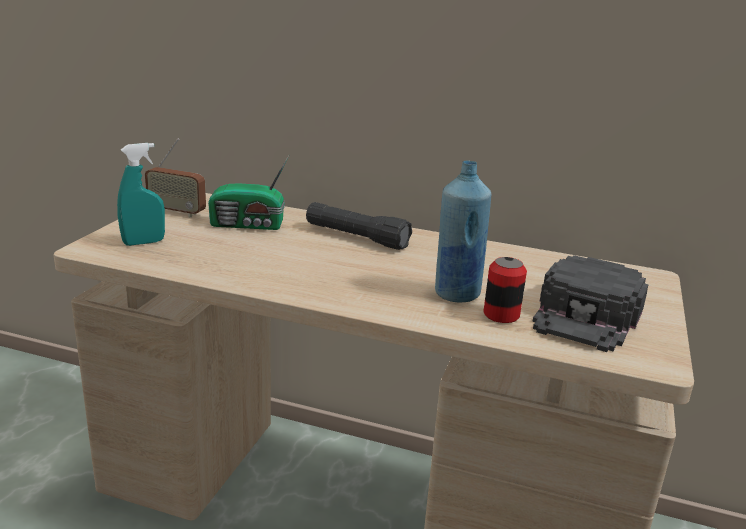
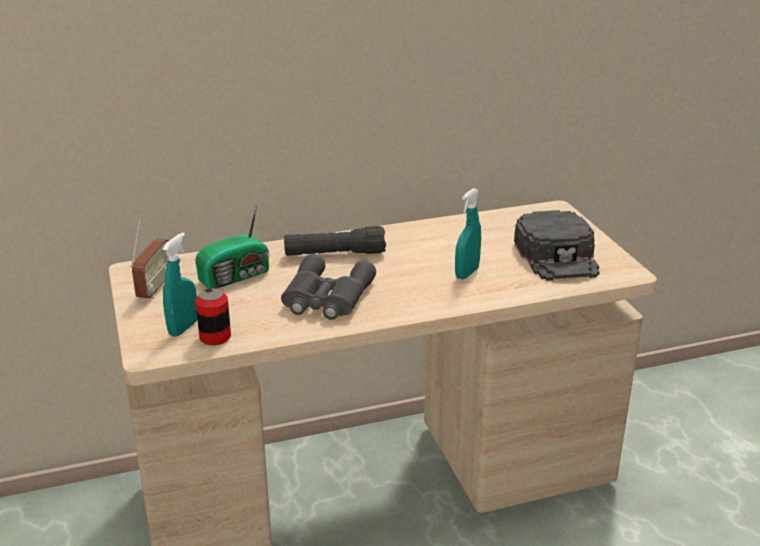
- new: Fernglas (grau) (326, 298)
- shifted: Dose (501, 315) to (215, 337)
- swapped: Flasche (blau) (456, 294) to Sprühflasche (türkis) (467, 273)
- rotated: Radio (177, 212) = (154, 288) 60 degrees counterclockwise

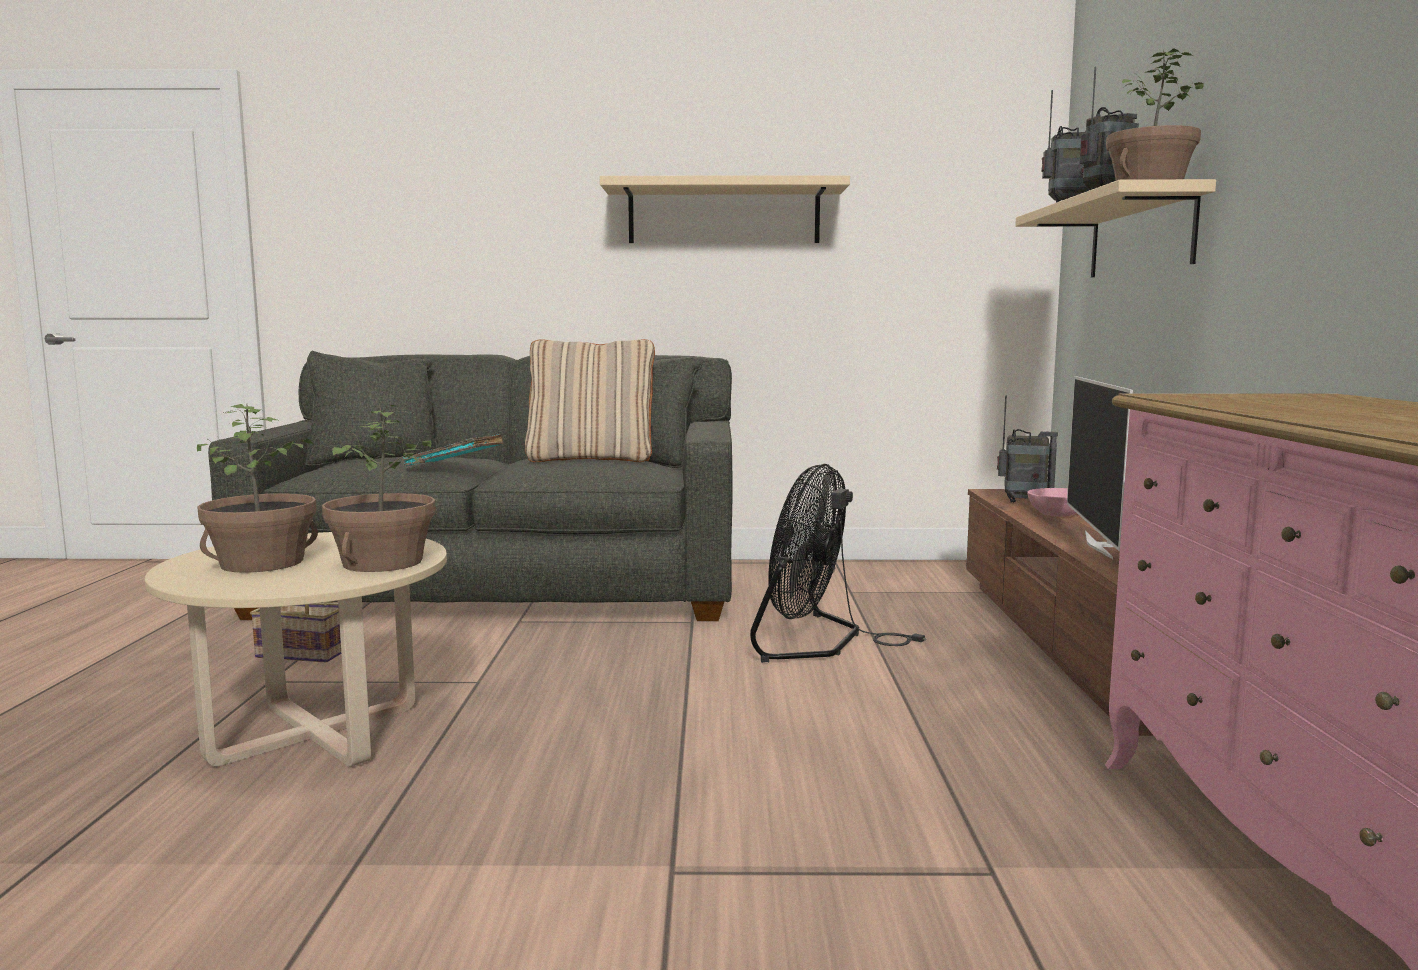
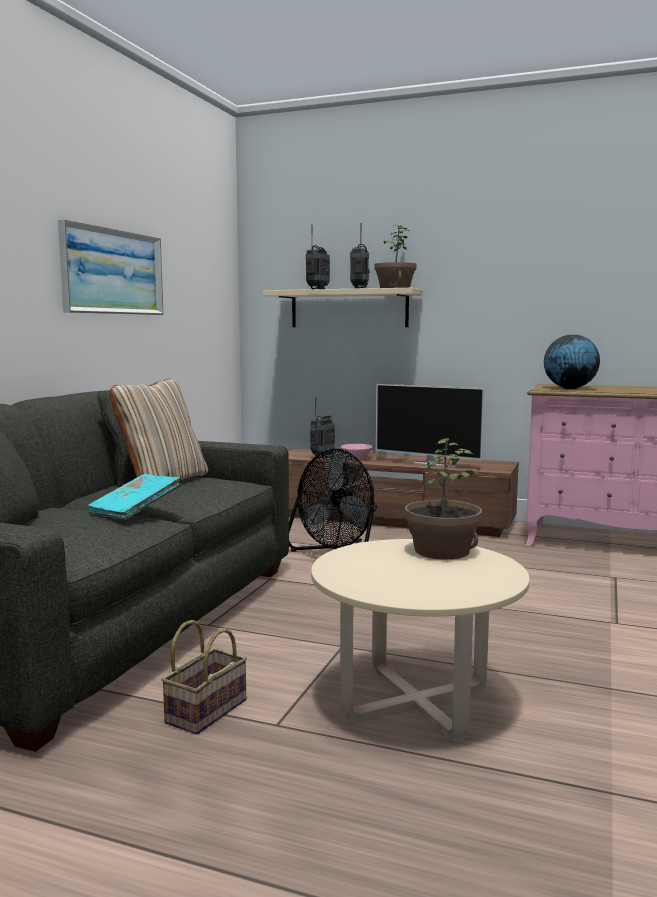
- gone: Topfpflanze (262, 563)
- new: Globus (570, 388)
- swapped: Wandregal (beige) (724, 214) to Bild (113, 272)

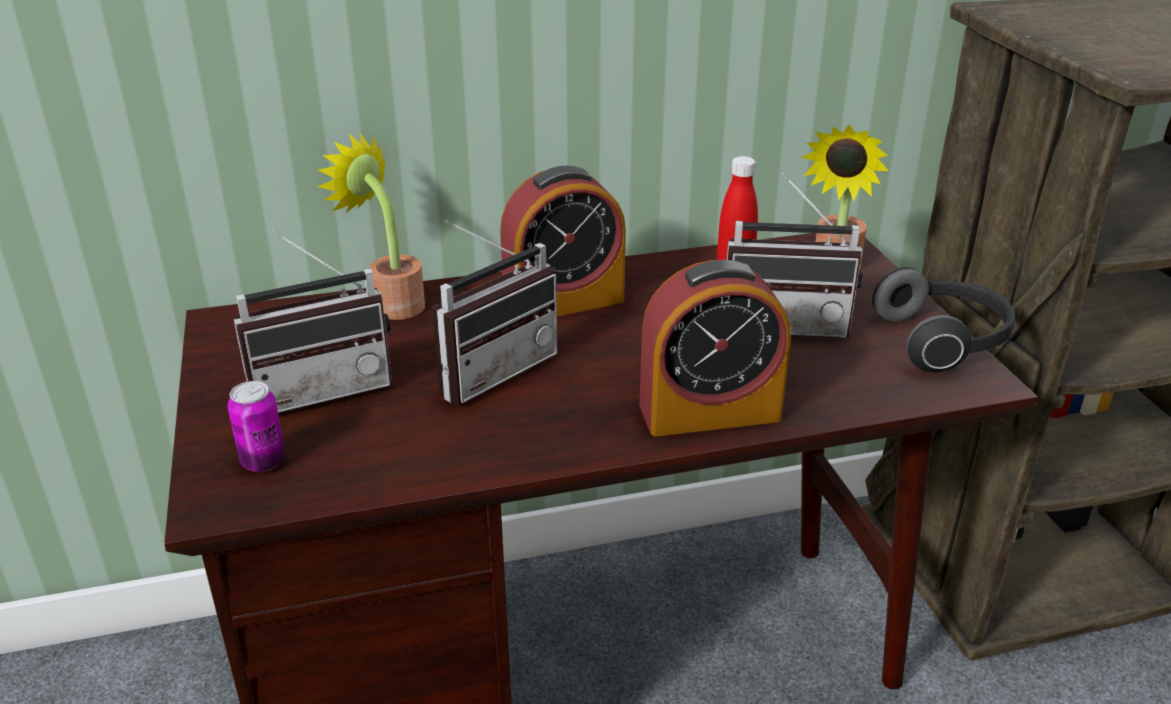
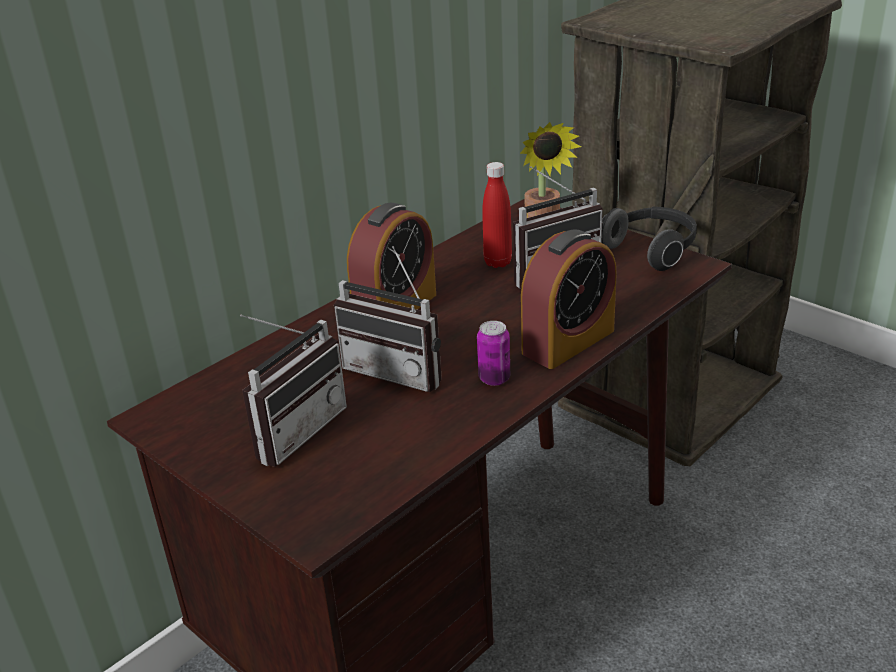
- gone: Topfpflanze (391, 303)
- shifted: Dose (263, 461) to (494, 378)
- rotated: Radio (490, 368) = (399, 370) 105 degrees clockwise

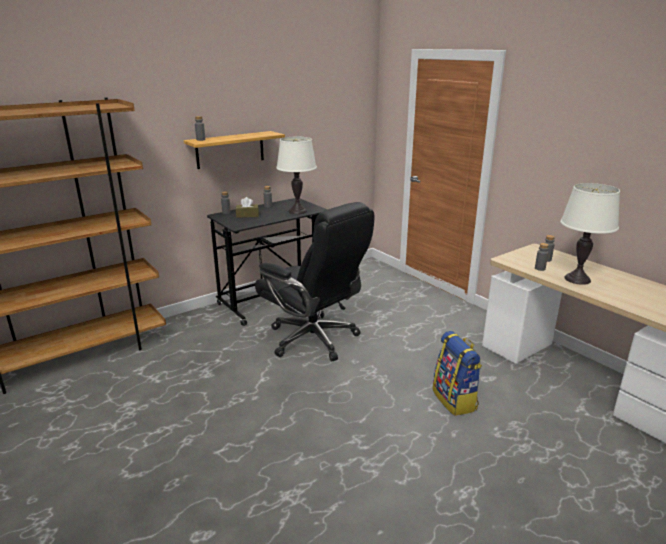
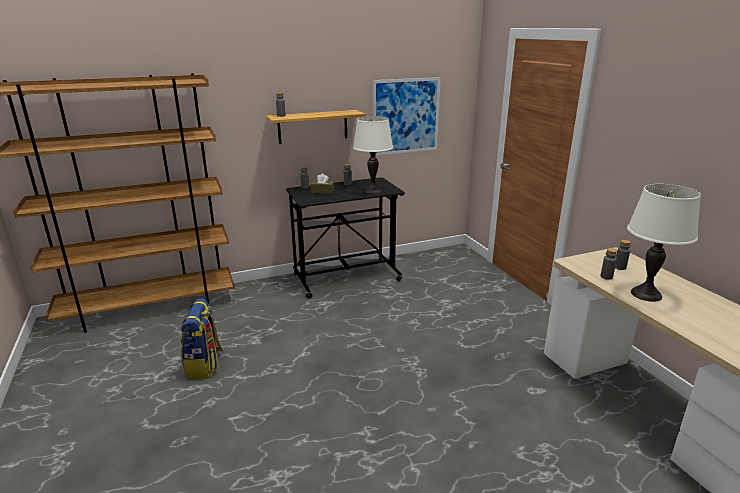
- gone: Bürostuhl (schwarz) (313, 338)
- new: Bild (406, 116)
- shifted: Rucksack (455, 400) to (204, 365)

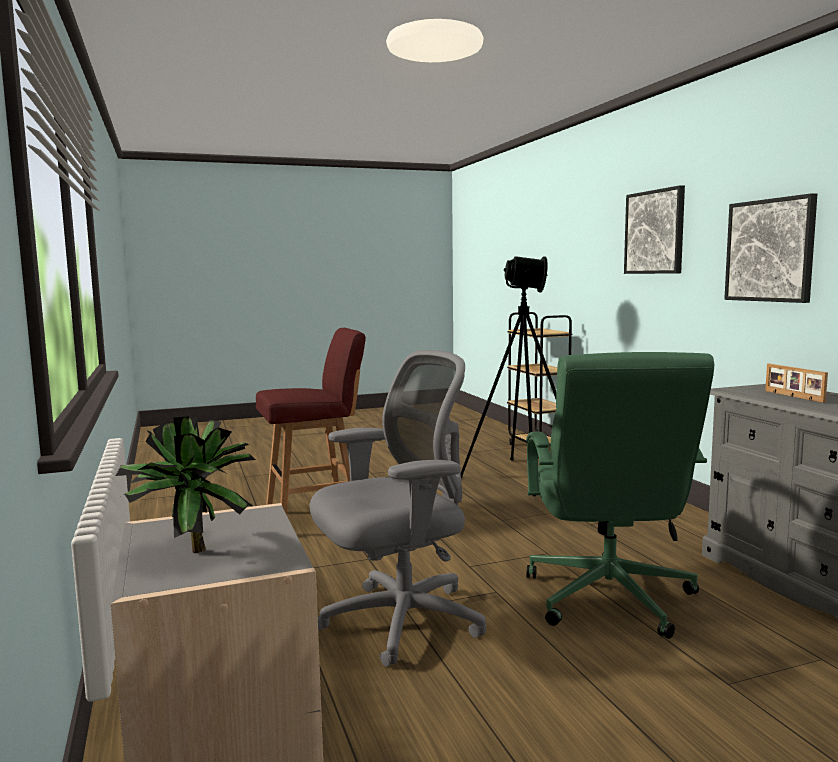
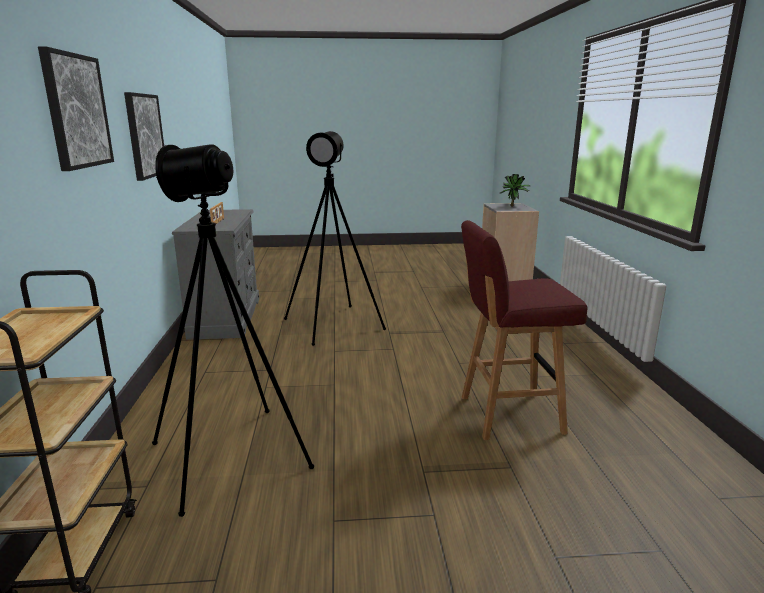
- gone: Bürostuhl (grau) (394, 625)
- swapped: Bürostuhl (grün) (609, 596) to Stehlampe (schwarz) (333, 325)

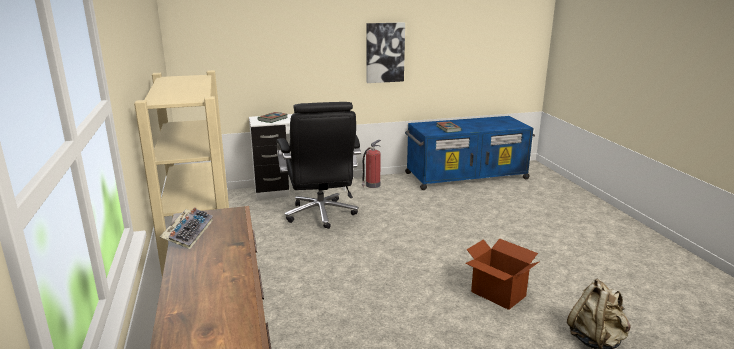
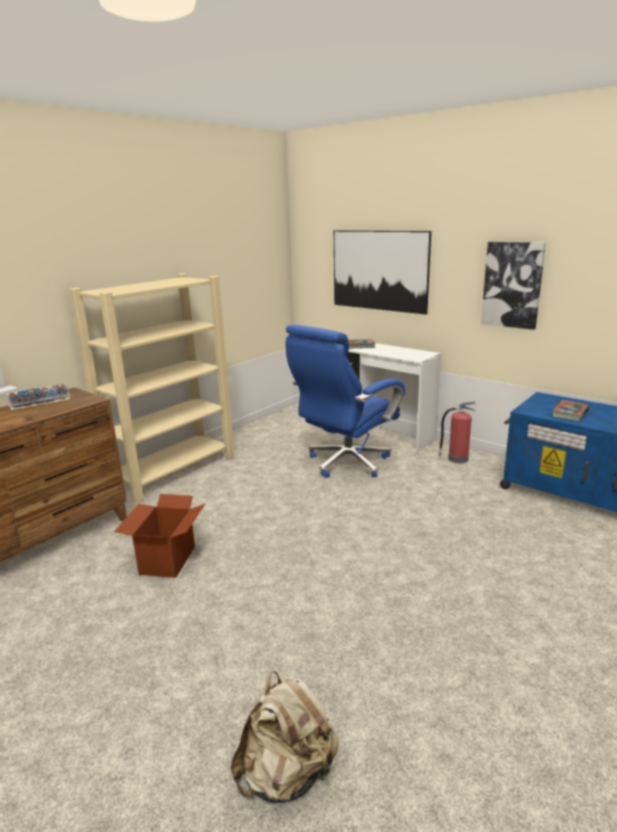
- new: Bild (379, 270)
- shifted: Karton (498, 294) to (167, 560)
- repainted: Bürostuhl (schwarz) (321, 216) to Bürostuhl (blau) (345, 464)

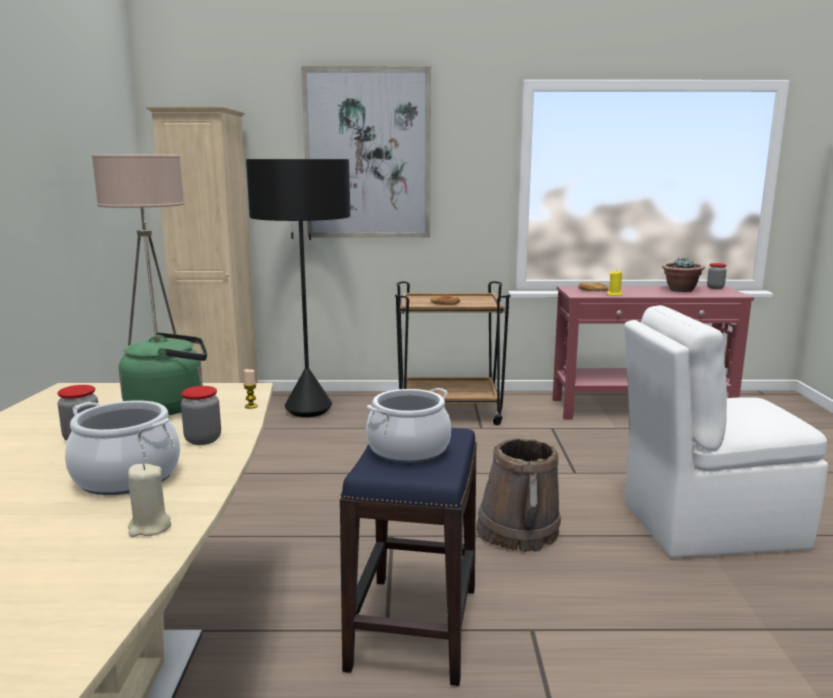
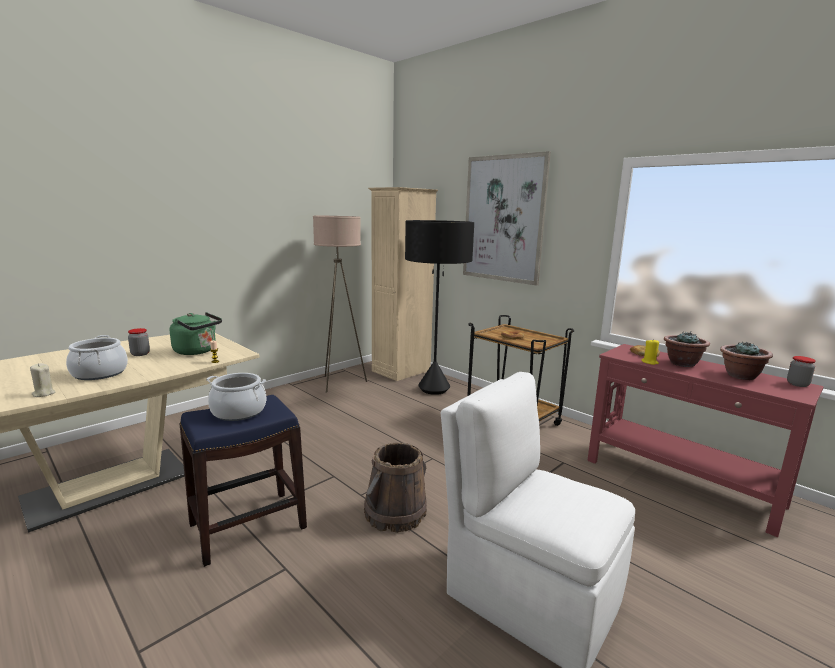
- gone: Vorratsglas (203, 440)
- new: Topfpflanze (682, 363)

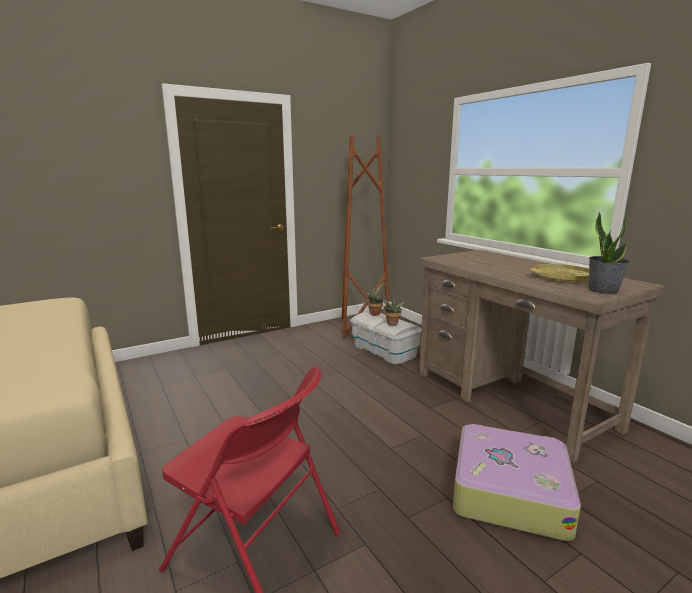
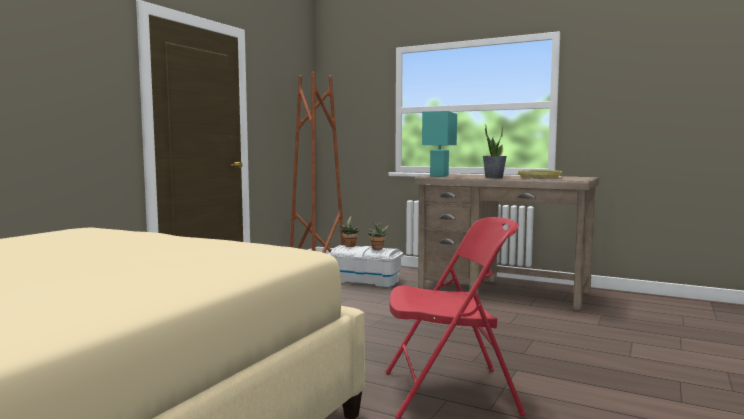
- gone: Koffer (508, 491)
- new: Tischlampe (türkis) (439, 176)
- shifted: Topfpflanze (603, 291) to (493, 177)

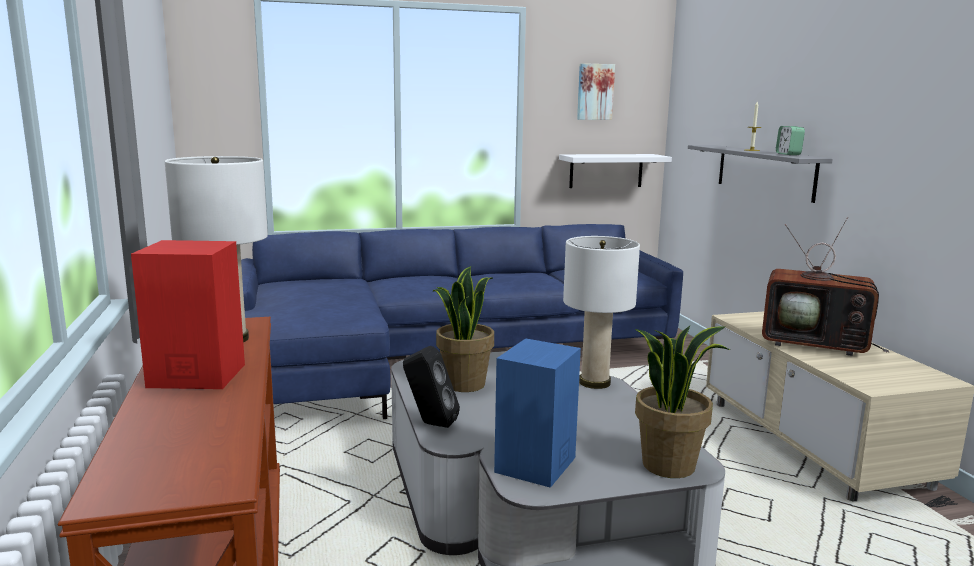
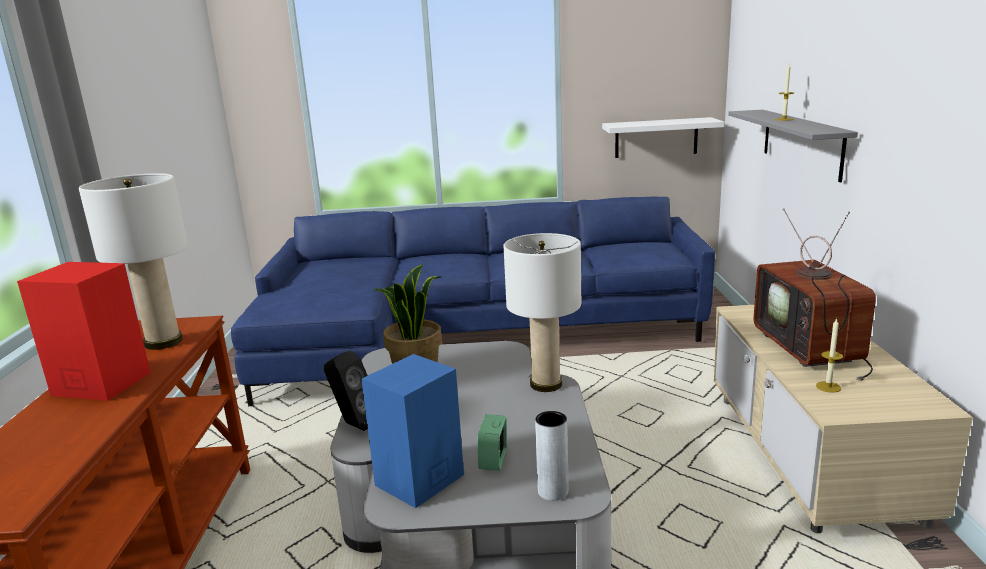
- gone: Bild (594, 92)
- new: Kerze (828, 387)
- shifted: Wecker (788, 154) to (493, 460)
- swapped: Topfpflanze (669, 465) to Vase (grau) (553, 491)
- rotated: Fernseher (817, 344) = (812, 349) 45 degrees clockwise

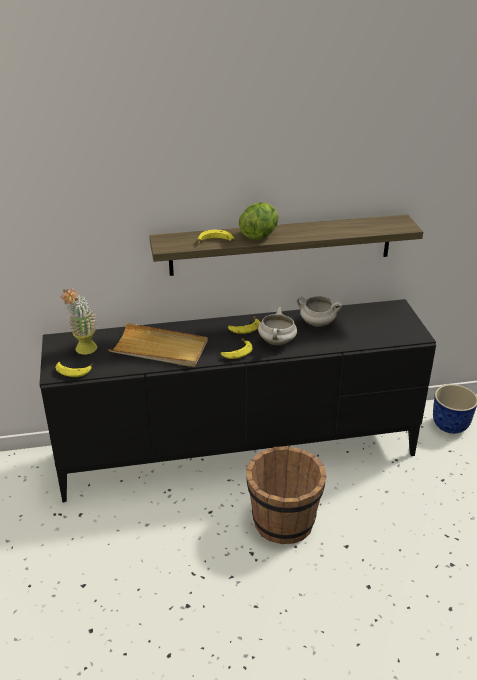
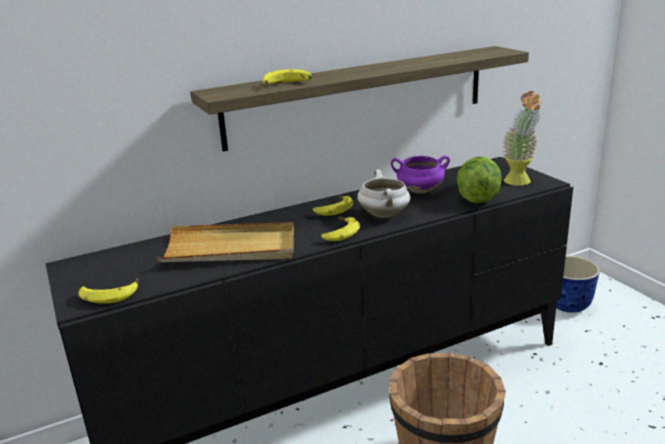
- shifted: Topfpflanze (84, 351) to (519, 183)
- shifted: Salatkopf (259, 235) to (478, 198)
- repainted: Kochtopf (weiß) (316, 323) to Kochtopf (lila) (419, 191)

